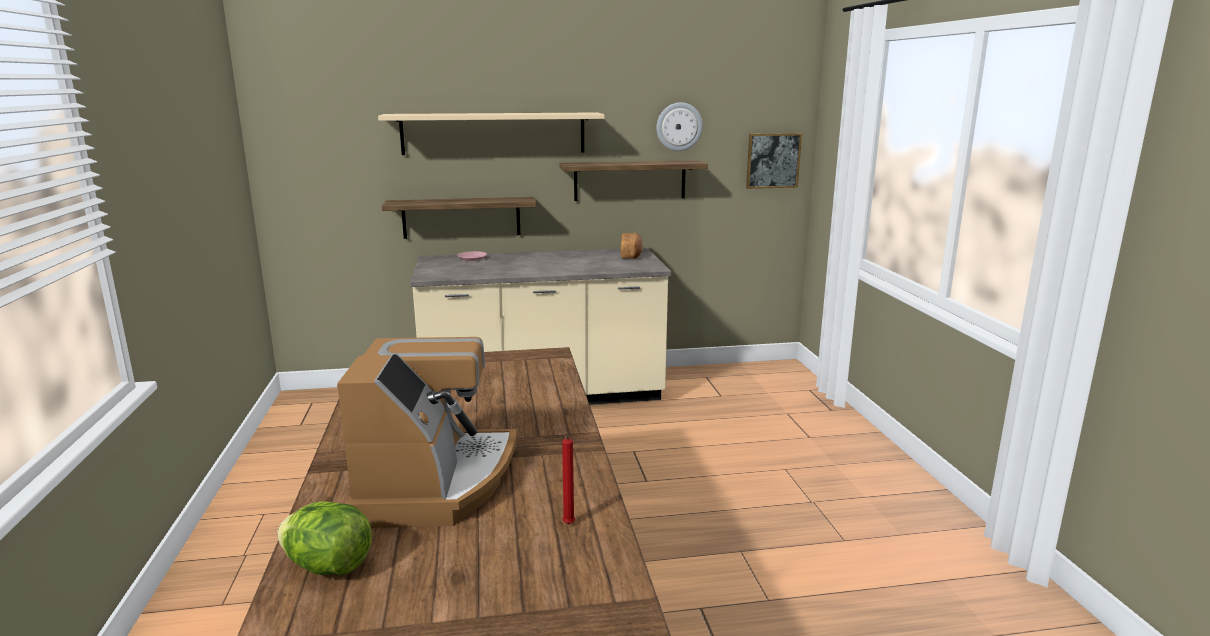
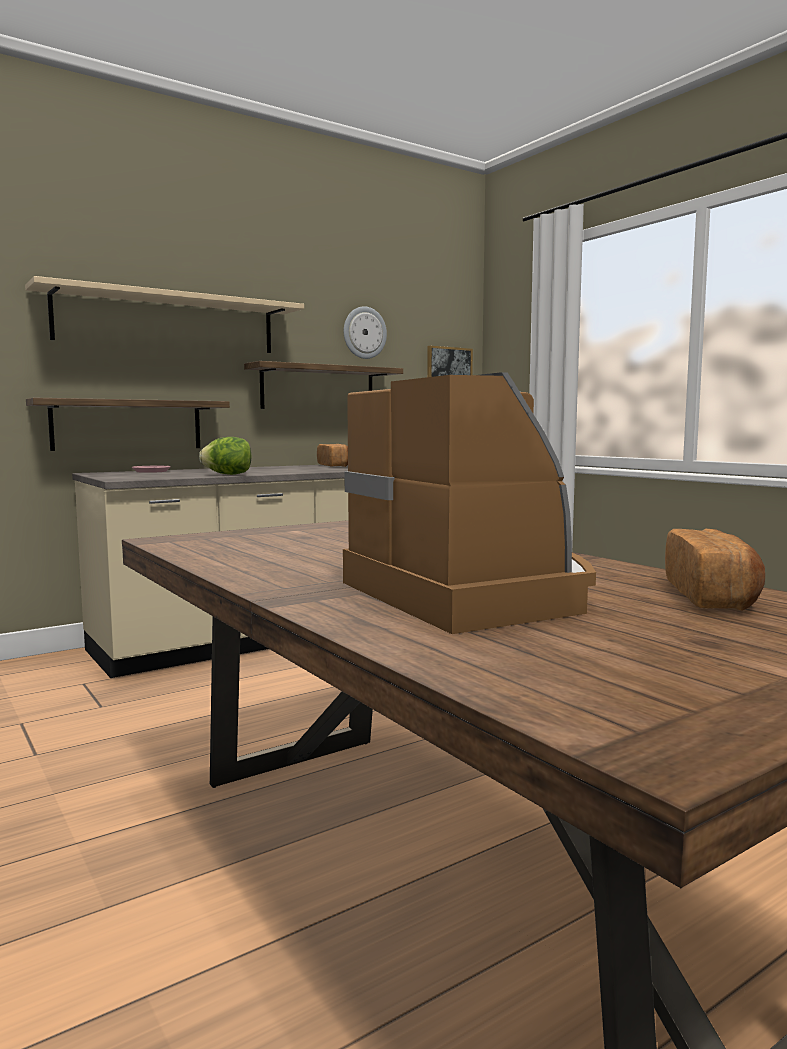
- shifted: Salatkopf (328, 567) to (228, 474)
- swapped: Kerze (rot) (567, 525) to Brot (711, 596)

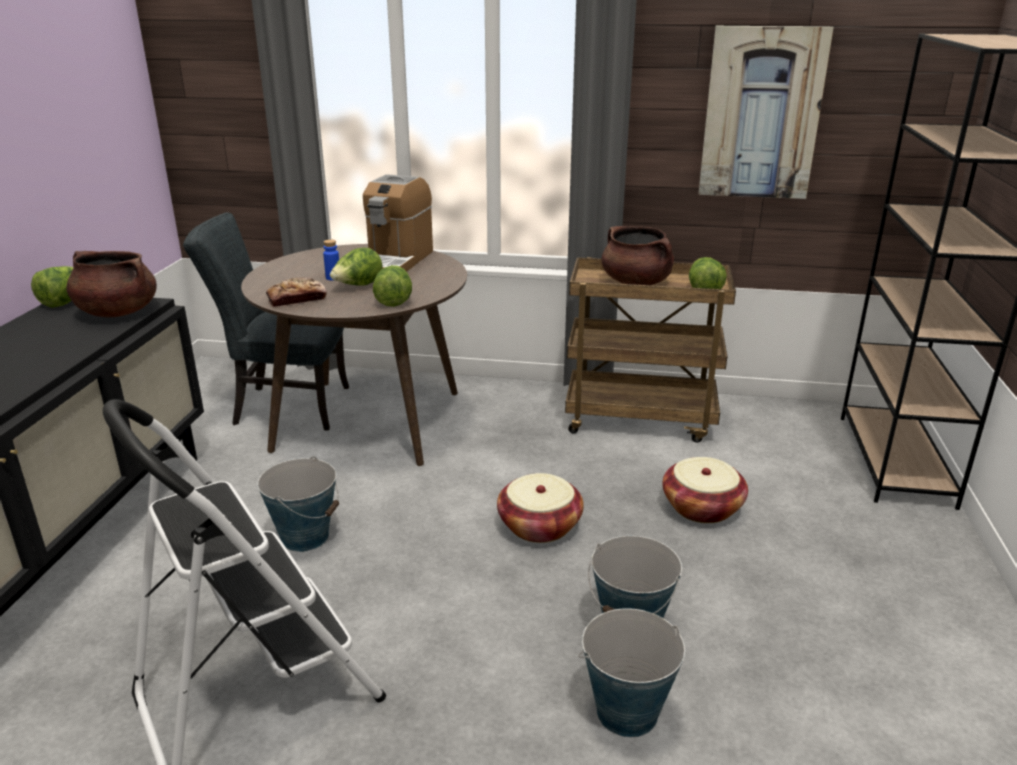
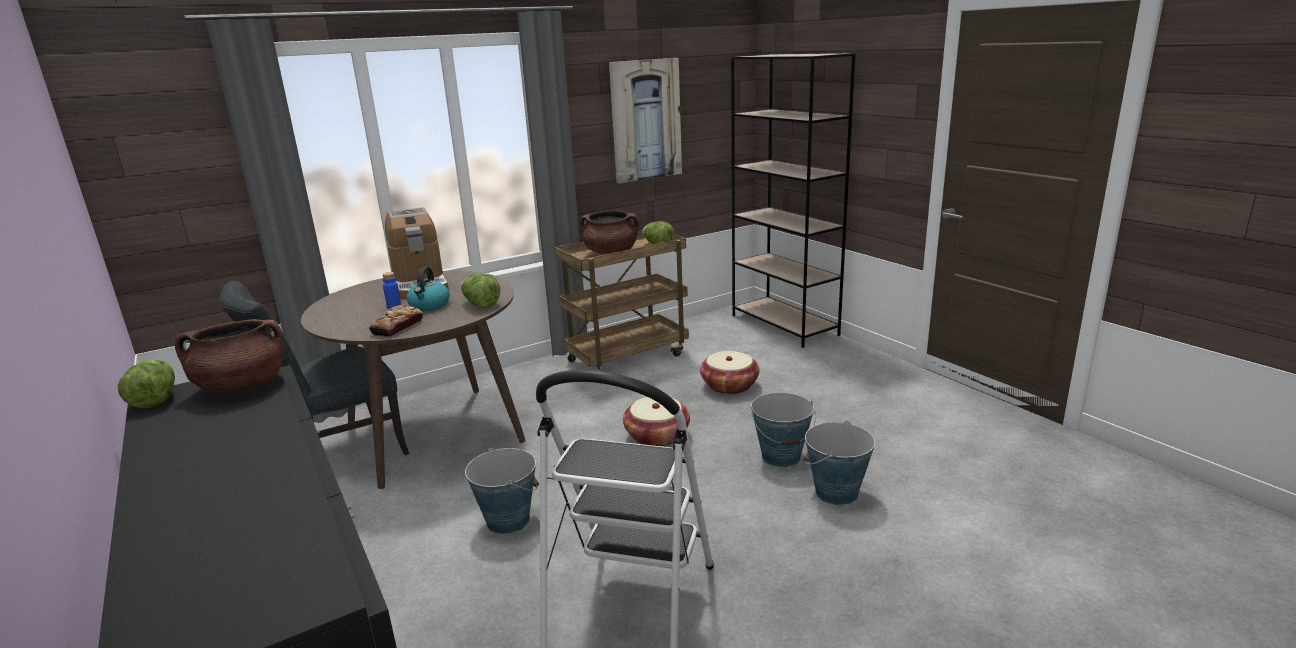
- swapped: Salatkopf (358, 286) to Wasserkessel (429, 305)

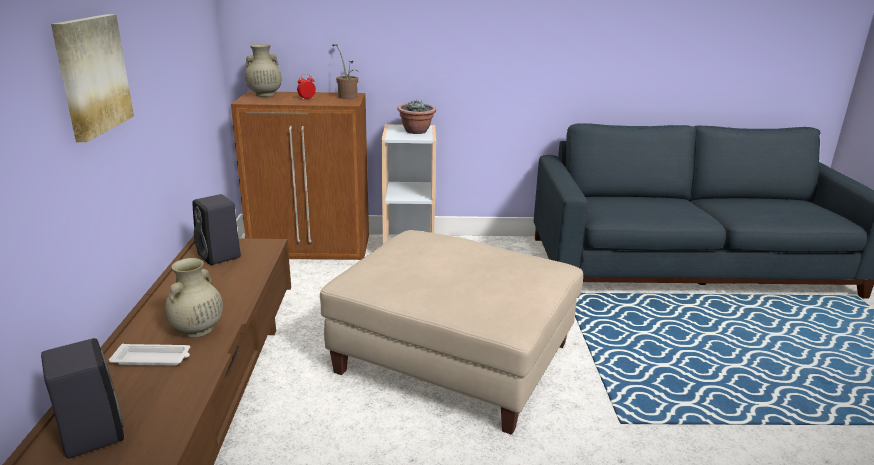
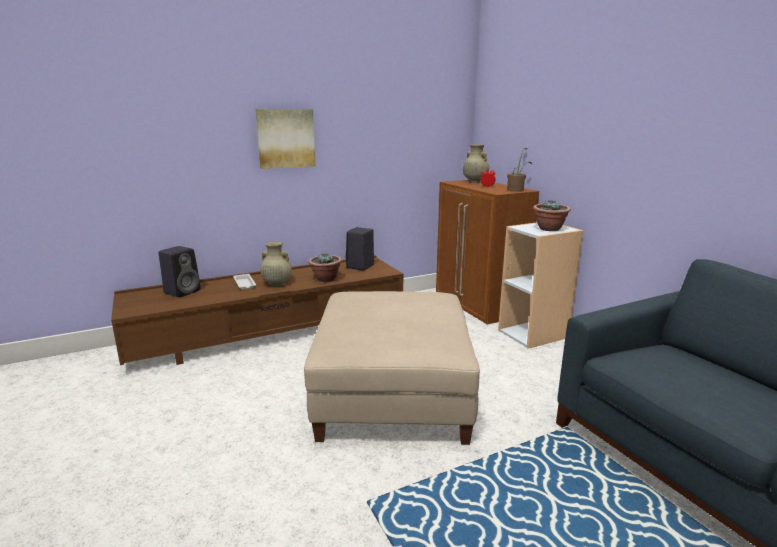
- new: Topfpflanze (326, 279)

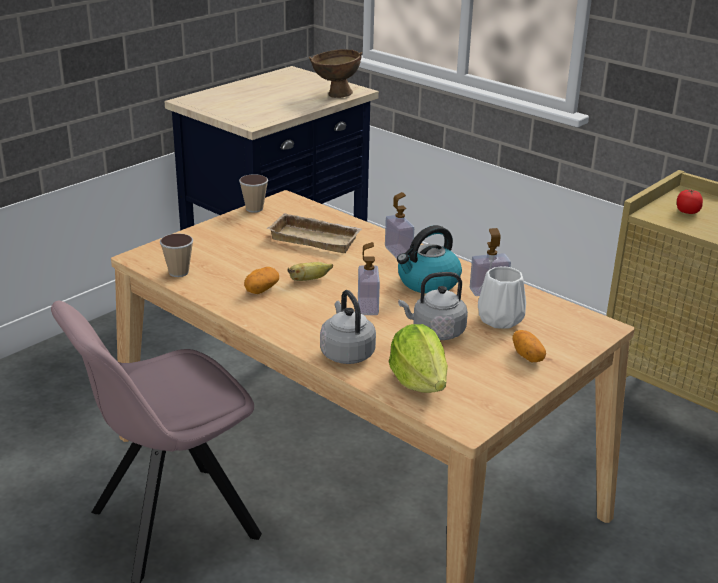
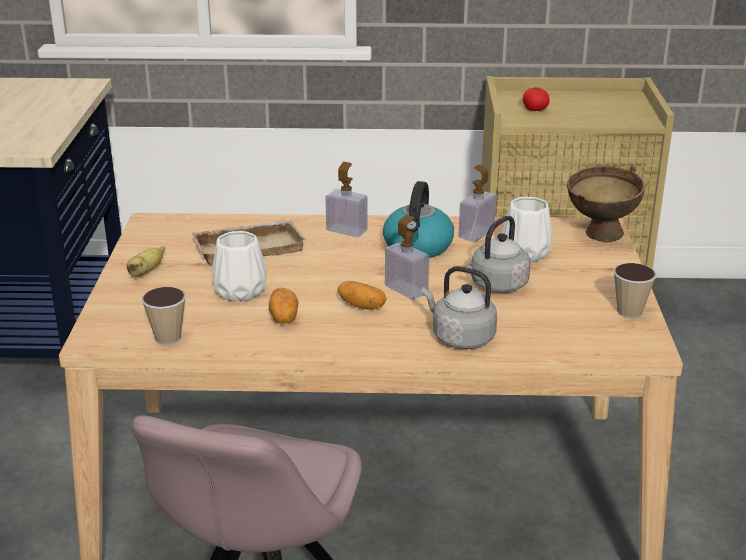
- gone: Salatkopf (419, 381)
- new: Vase (weiß) (240, 292)
- shifted: Tasse (254, 209) to (629, 312)
- shifted: Banane (309, 280) to (146, 272)
- shifted: Schüssel (braun) (334, 94) to (599, 237)
- shifted: Kartoffel (528, 356) to (362, 306)

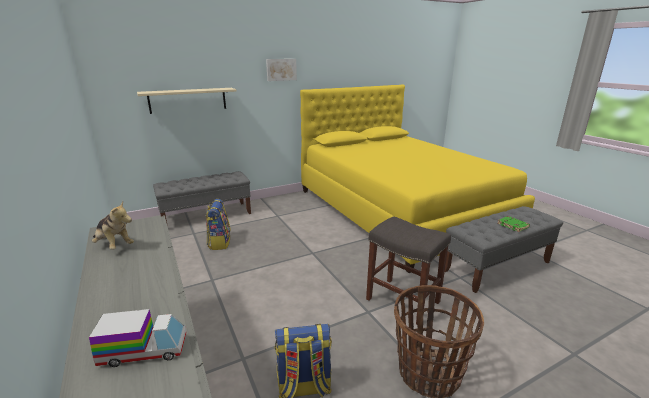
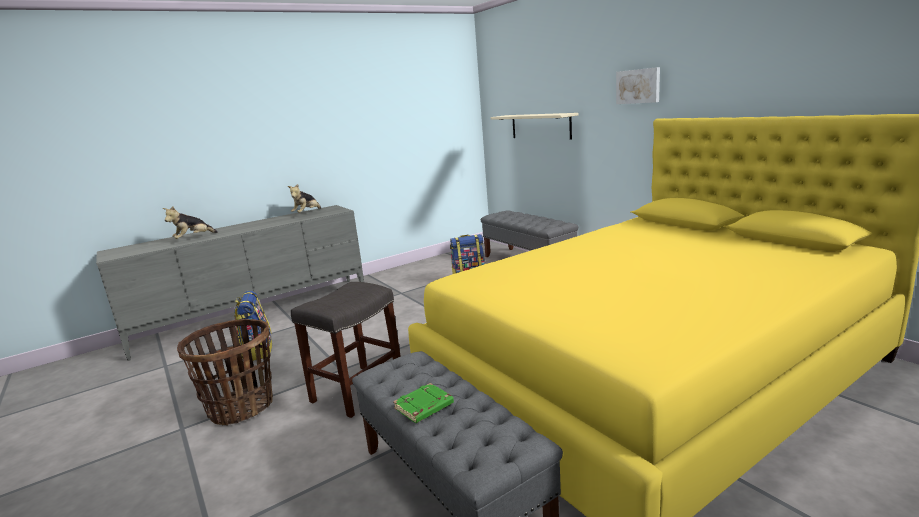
- swapped: Spielzeuglaster (144, 351) to Plüschtier (193, 238)

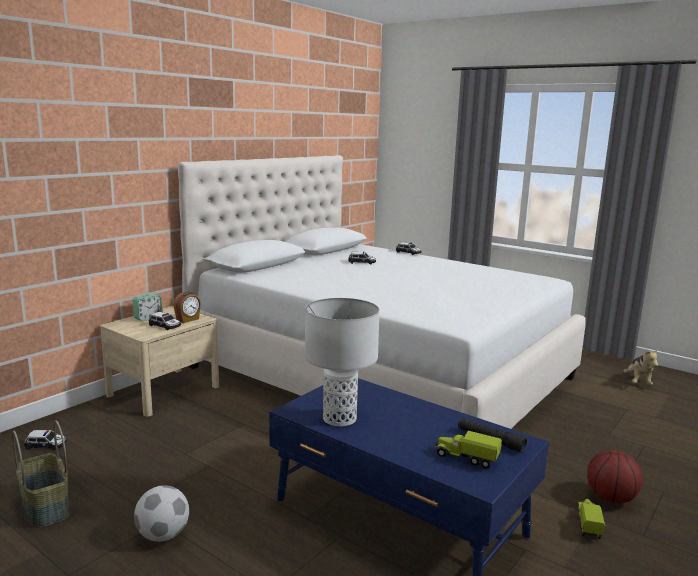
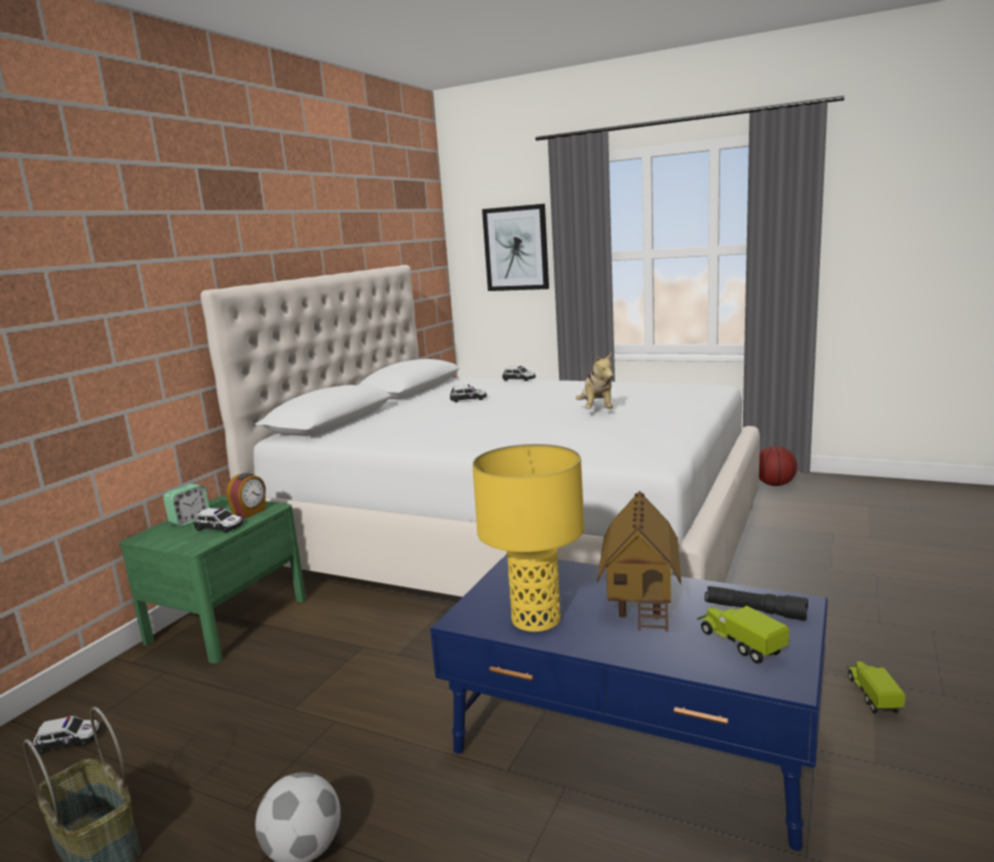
- new: Bild (516, 248)
- new: Spielzeughaus (641, 599)
- shifted: Basketball (610, 498) to (774, 484)
- shifted: Plüschtier (638, 382) to (597, 410)
- repainted: Nachttisch (beige) (164, 391) to Nachttisch (grün) (228, 620)
- repainted: Tischlampe (weiß) (339, 418) to Tischlampe (gelb) (535, 618)
- rotated: Spielzeuglaster (465, 458) = (739, 643) 45 degrees clockwise

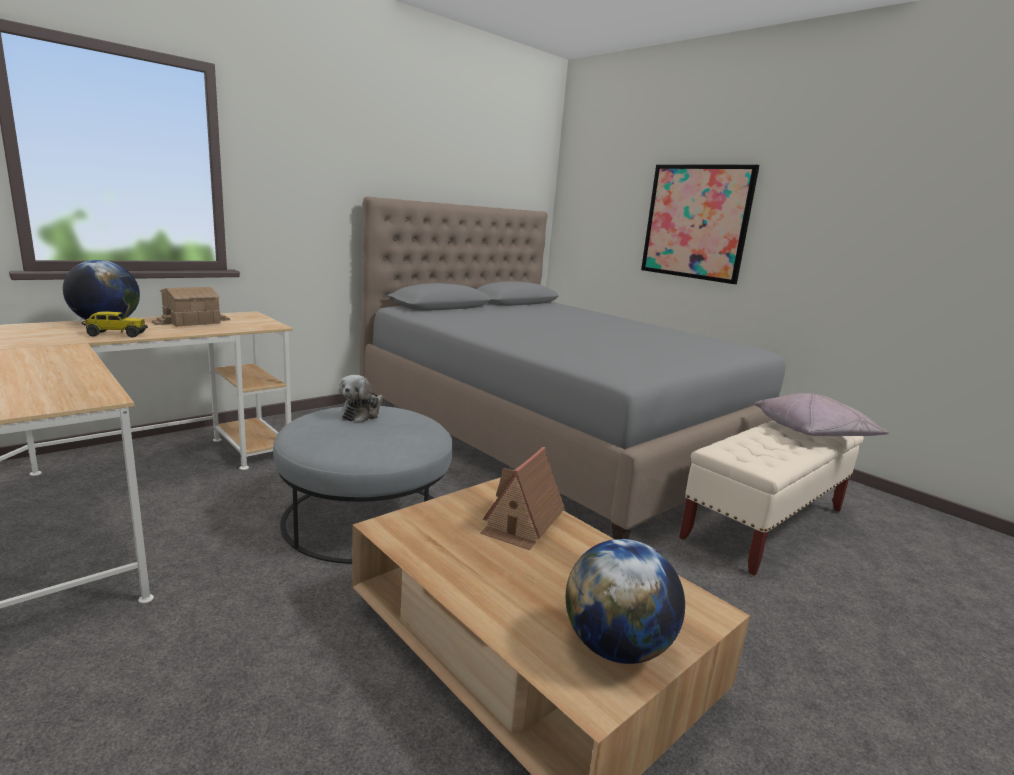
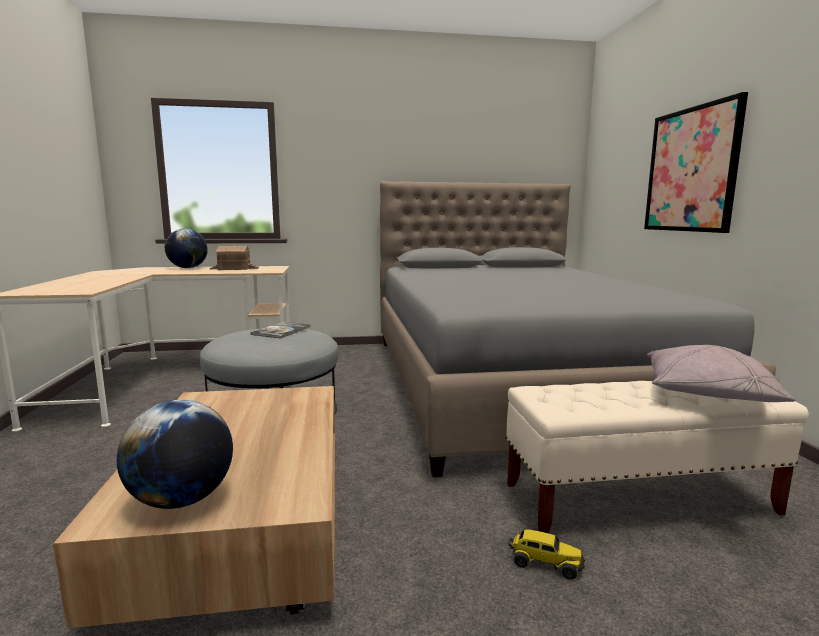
- gone: Spielzeughaus (522, 523)
- shifted: Spielzeuglaster (116, 334) to (545, 563)
- swapped: Plüschtier (362, 414) to Buch (281, 331)

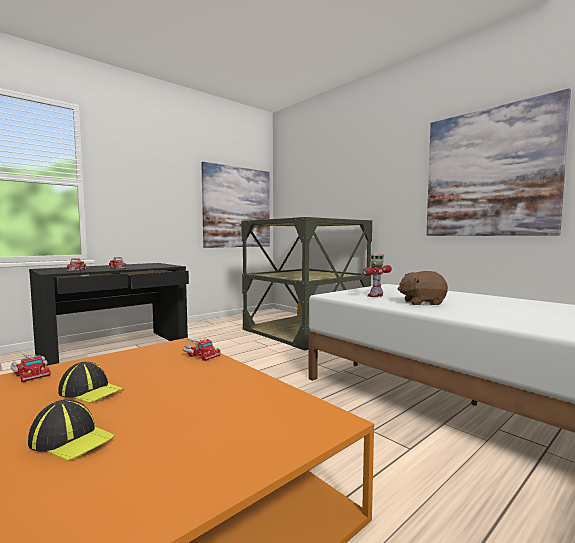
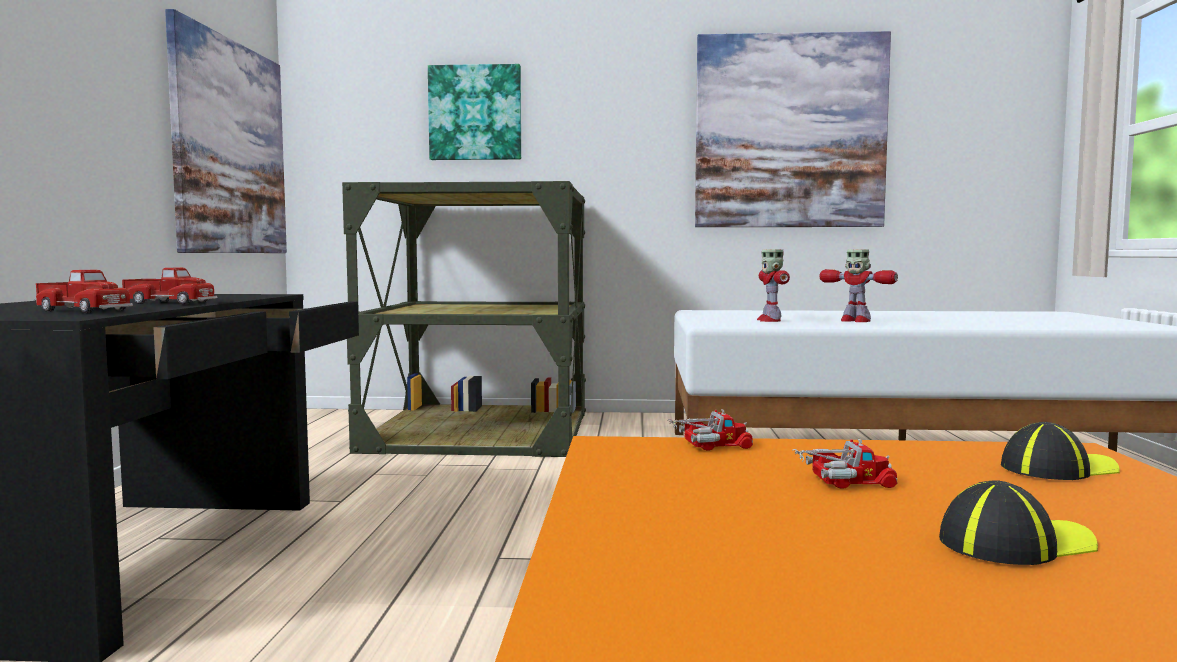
- new: Bild (475, 113)
- shifted: Spielzeuglaster (31, 373) to (841, 482)
- shifted: Kappe (91, 391) to (1058, 469)
- swapped: Plüschtier (braun) (422, 302) to Spielzeugroboter (854, 321)

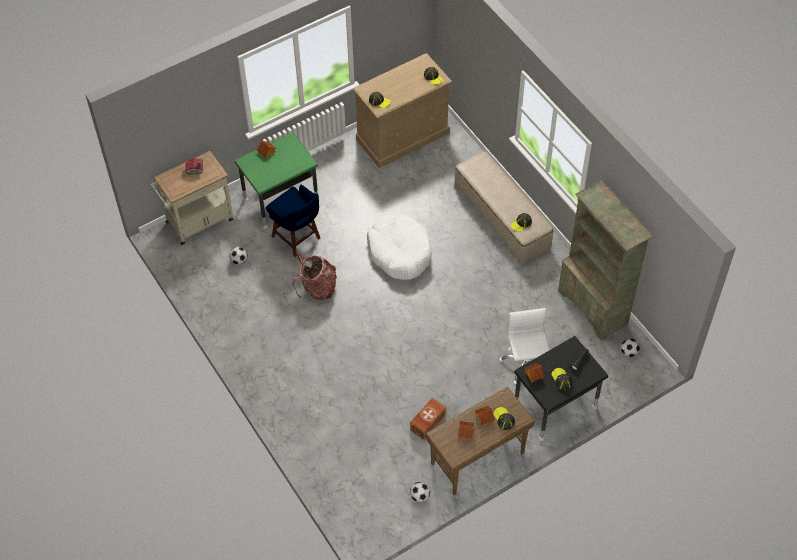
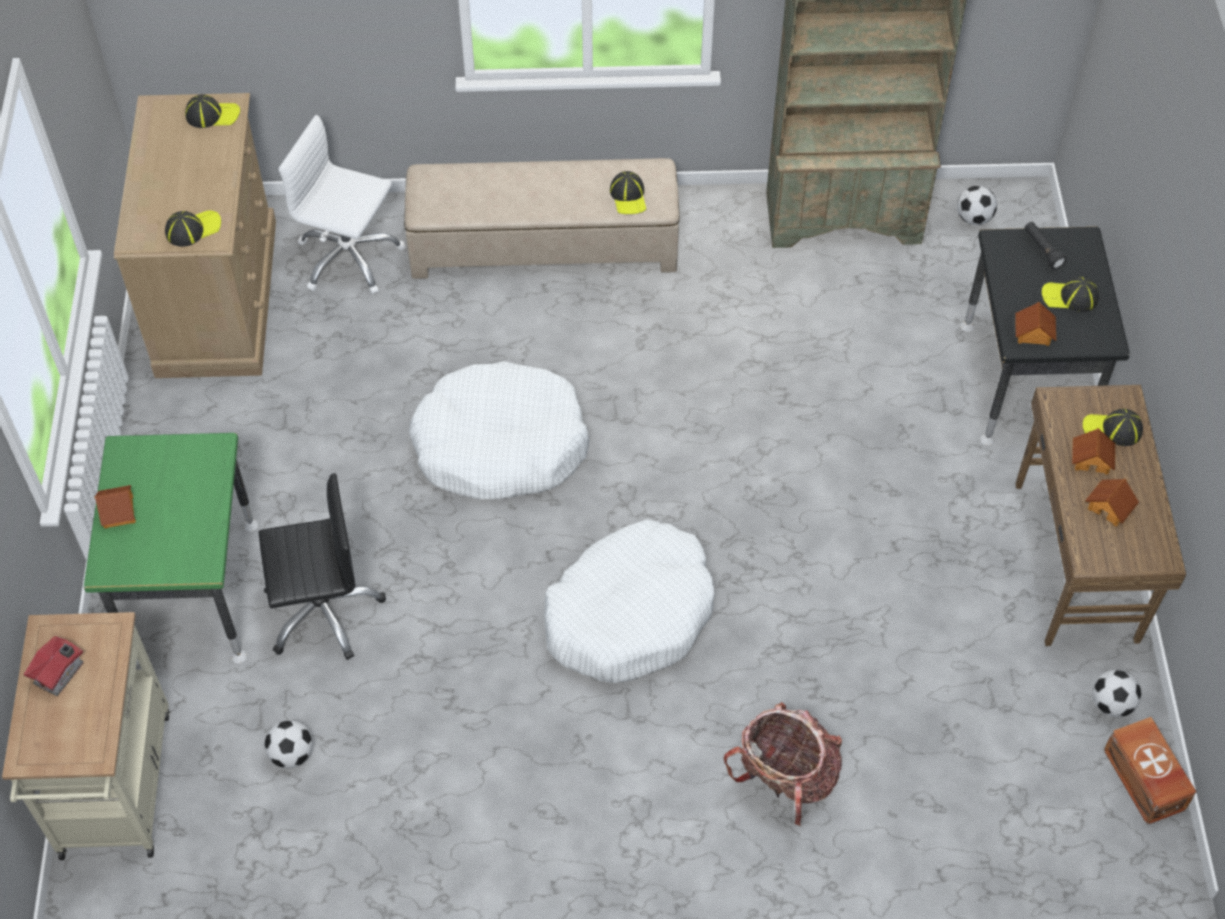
- new: Hundebett (weiß) (630, 613)
- shifted: Rucksack (318, 288) to (784, 778)
- shifted: Aufbewahrungsbox (braun) (427, 423) to (1143, 781)
- shifted: Bürostuhl (weiß) (525, 363) to (348, 257)
- swapped: Hocker (blau) (297, 239) to Bürostuhl (schwarz) (323, 610)

